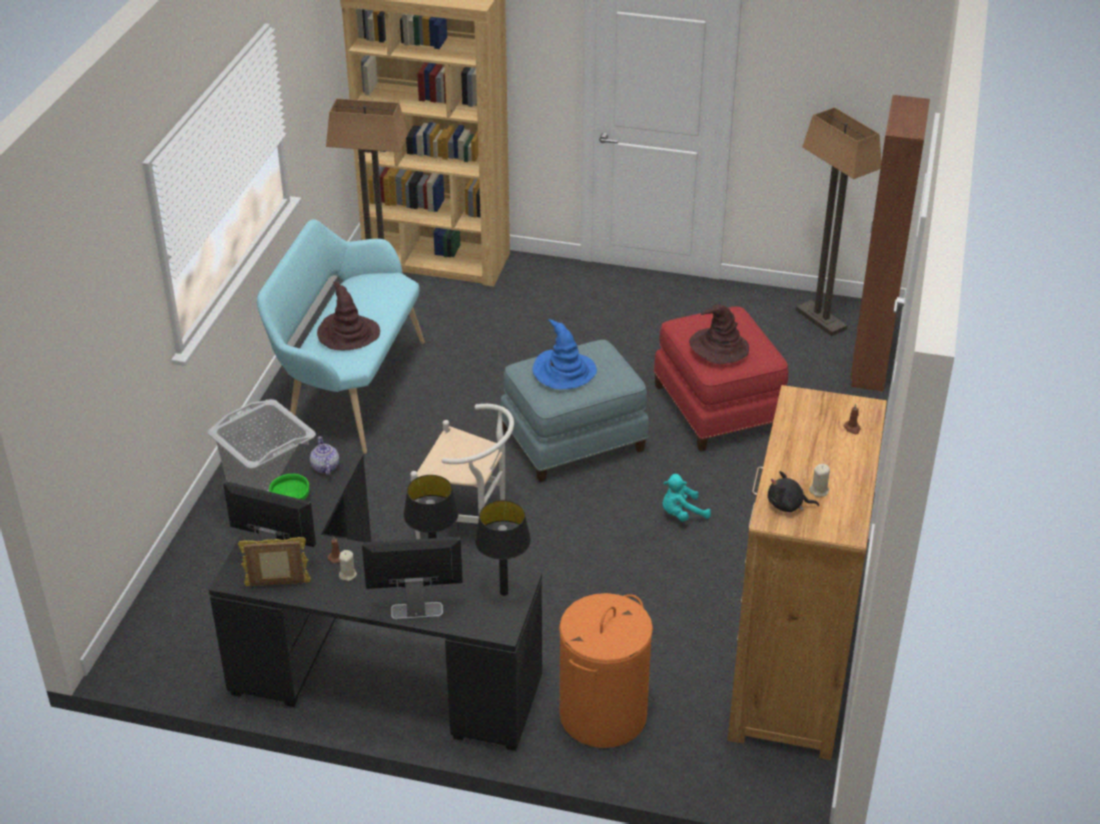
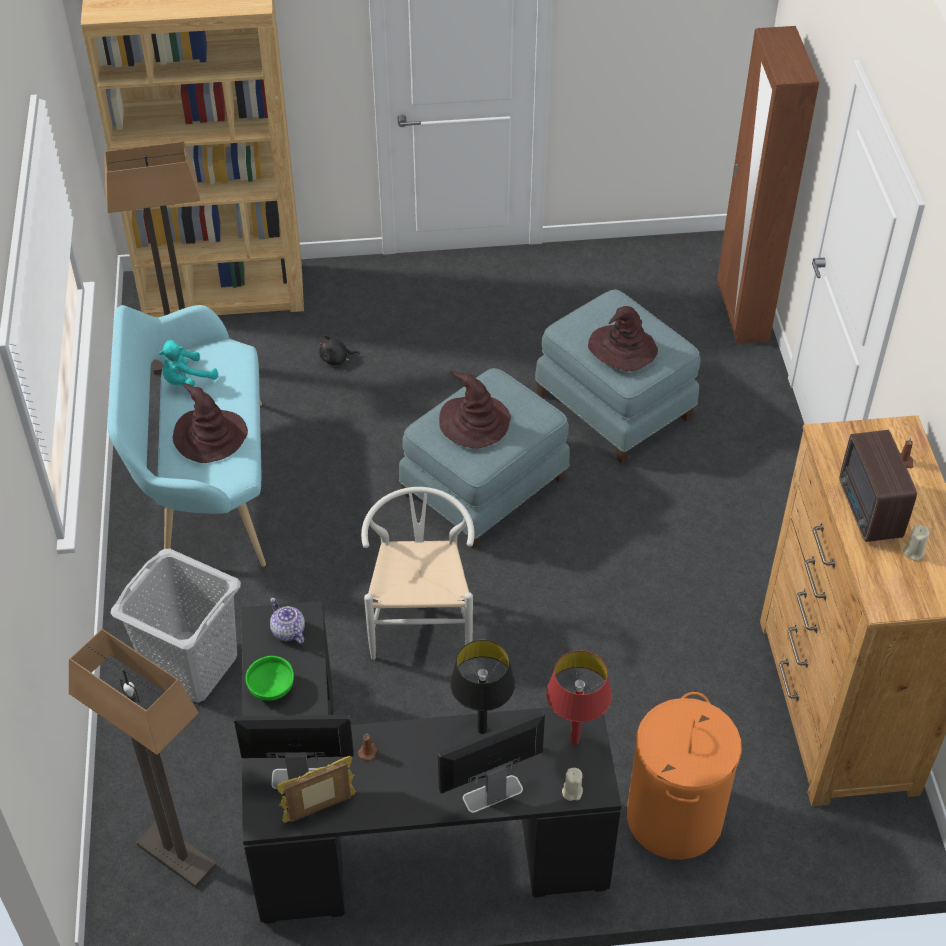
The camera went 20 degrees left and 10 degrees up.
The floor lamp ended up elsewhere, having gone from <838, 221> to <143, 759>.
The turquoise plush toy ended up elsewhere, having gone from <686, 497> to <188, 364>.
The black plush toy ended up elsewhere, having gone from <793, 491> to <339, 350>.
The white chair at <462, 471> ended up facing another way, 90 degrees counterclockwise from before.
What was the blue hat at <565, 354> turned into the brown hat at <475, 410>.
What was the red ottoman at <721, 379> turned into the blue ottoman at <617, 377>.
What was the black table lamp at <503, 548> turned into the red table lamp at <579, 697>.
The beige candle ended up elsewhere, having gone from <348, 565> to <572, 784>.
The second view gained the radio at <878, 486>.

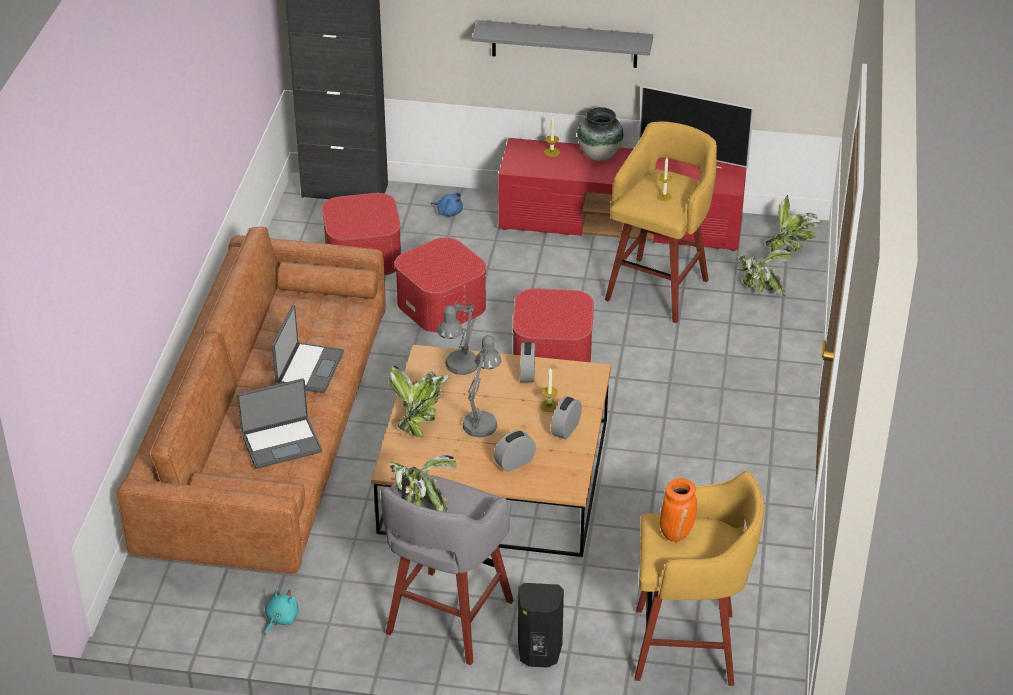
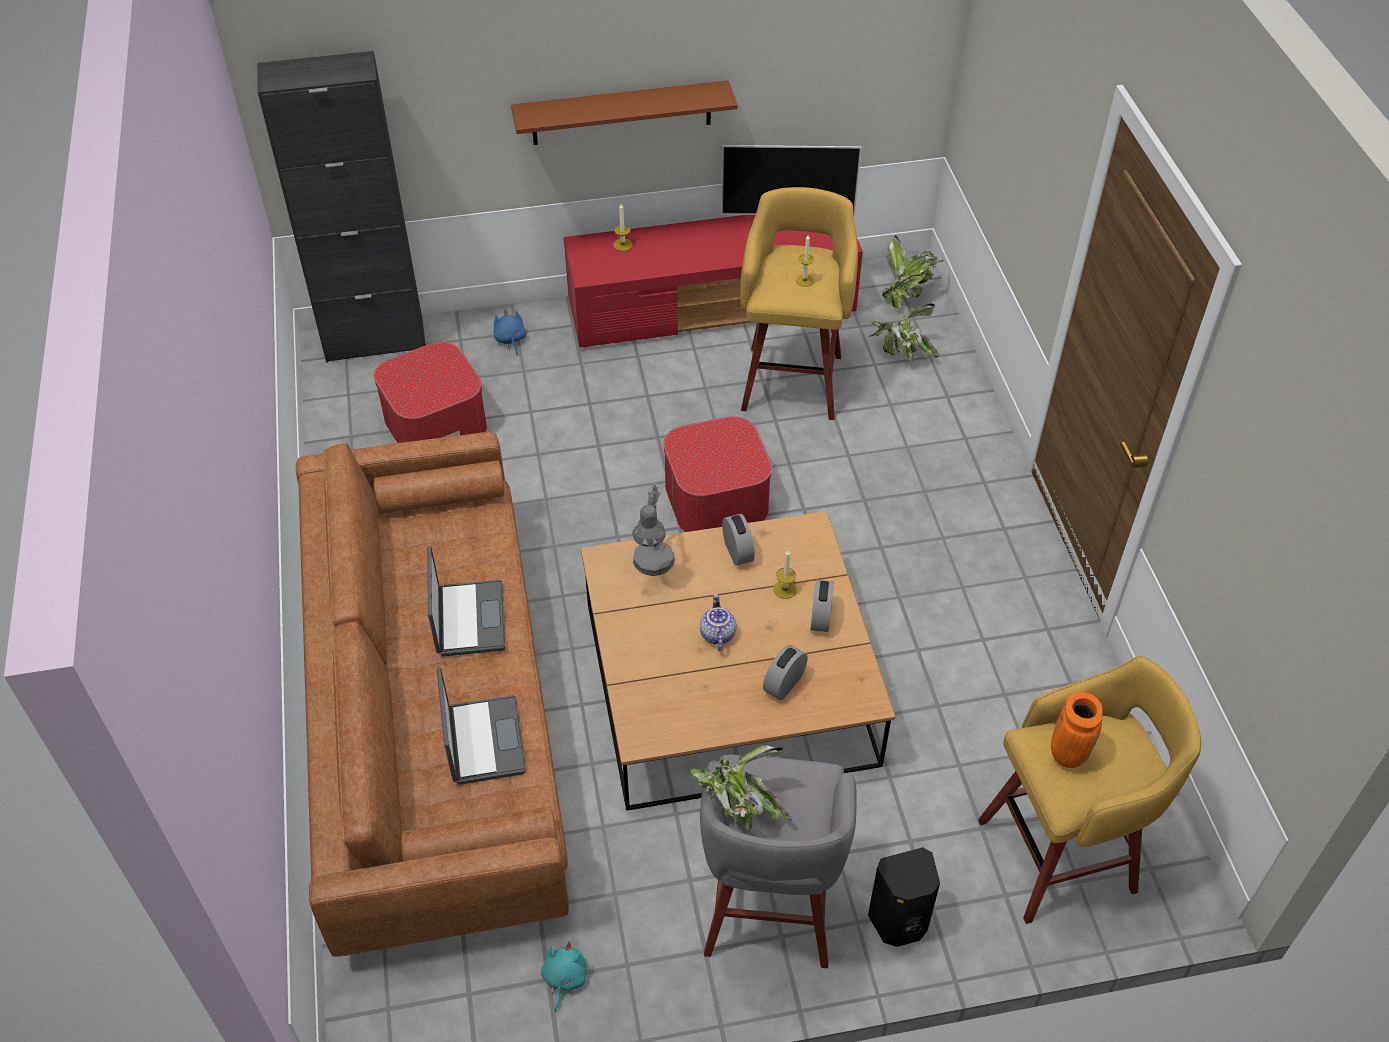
The camera went 20 degrees left and 10 degrees up.
The laptop at <279, 423> ended up facing another way, 60 degrees counterclockwise from before.
The blue plush toy at <447, 204> ended up facing another way, 120 degrees counterclockwise from before.
What was the grey shelf at <562, 44> turned into the brown shelf at <624, 112>.
Where the grey table lamp stood at <481, 386>, the teapot came to stand at <718, 622>.
The second view lost the potted plant at <418, 401>.
The second view lost the ottoman at <441, 285>.
The second view lost the vase at <600, 134>.

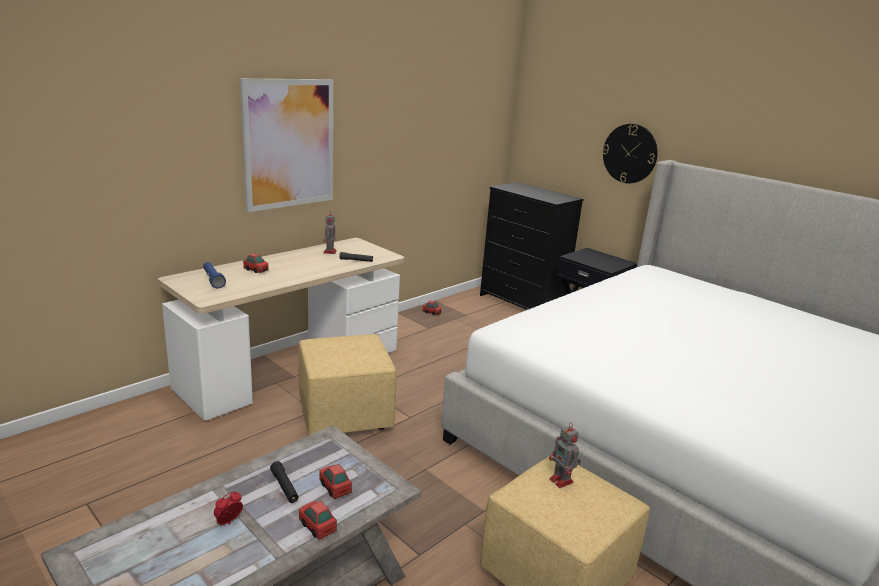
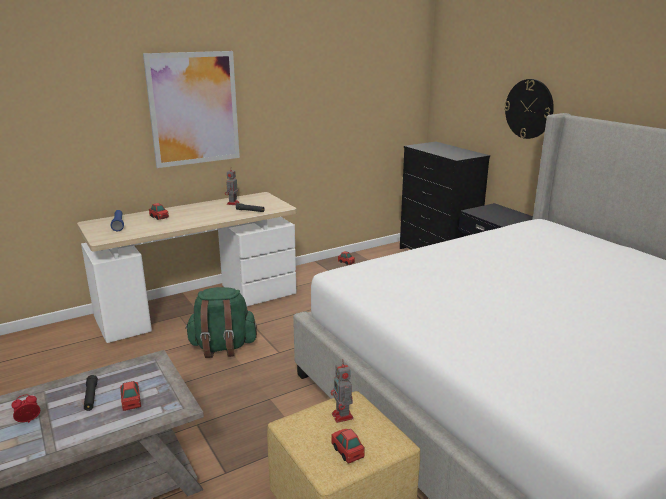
The camera went 15 degrees right and 0 degrees up.
Where the yellow ottoman stood at <347, 385>, the green backpack came to stand at <221, 322>.
The toy car ended up elsewhere, having gone from <318, 520> to <348, 446>.

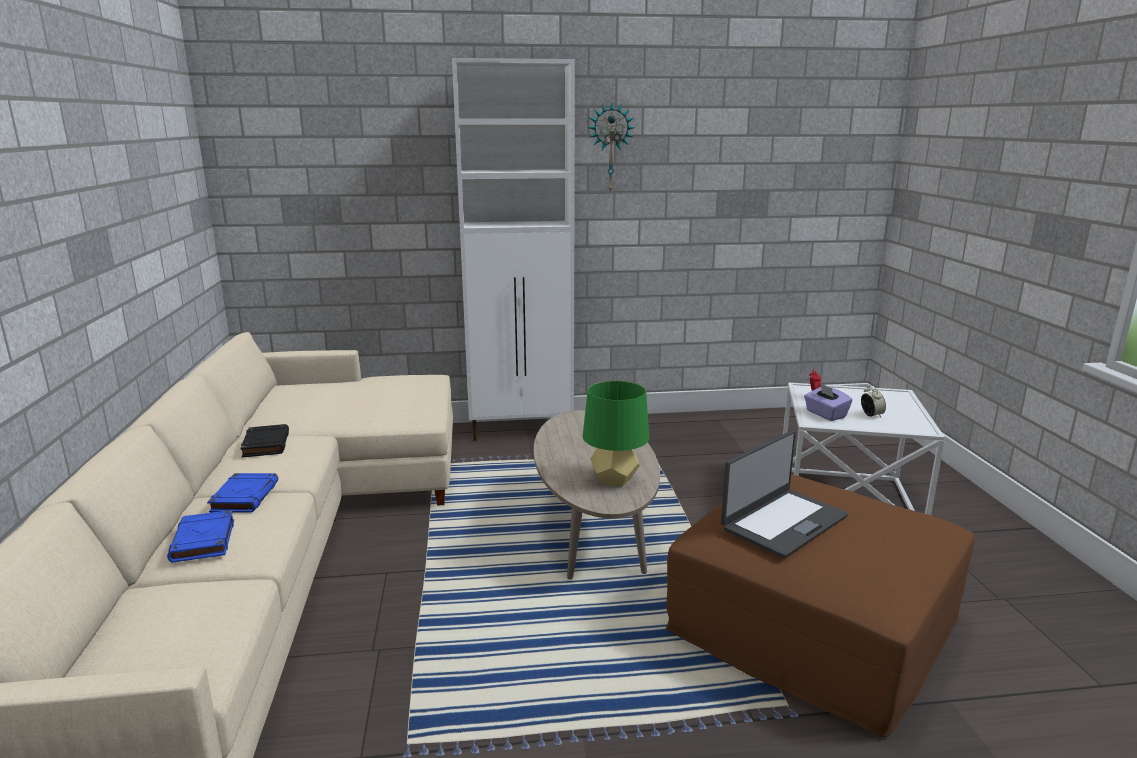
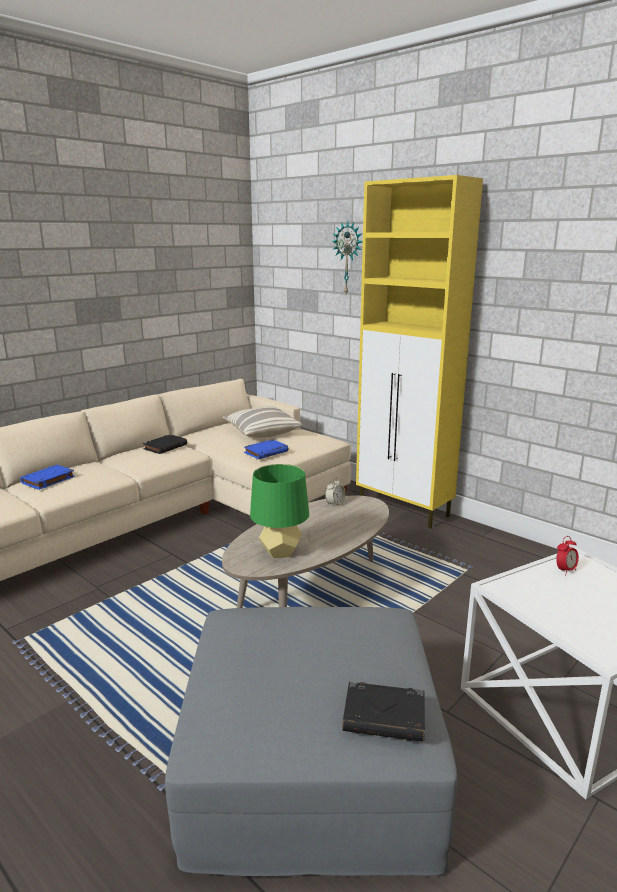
The camera went 50 degrees right and 0 degrees up.
What was the brown ottoman at <820, 605> turned into the grey ottoman at <311, 741>.
The second view gained the pillow at <263, 422>.
The blue book ended up elsewhere, having gone from <242, 492> to <266, 449>.
The alarm clock ended up elsewhere, having gone from <873, 401> to <335, 492>.
The wall clock ended up elsewhere, having gone from <611, 147> to <347, 257>.
The second view gained the black book at <383, 712>.
What was the white cabinet at <513, 249> turned into the yellow cabinet at <419, 352>.
The second view lost the laptop at <784, 494>.
The second view lost the purple tissue box at <828, 402>.

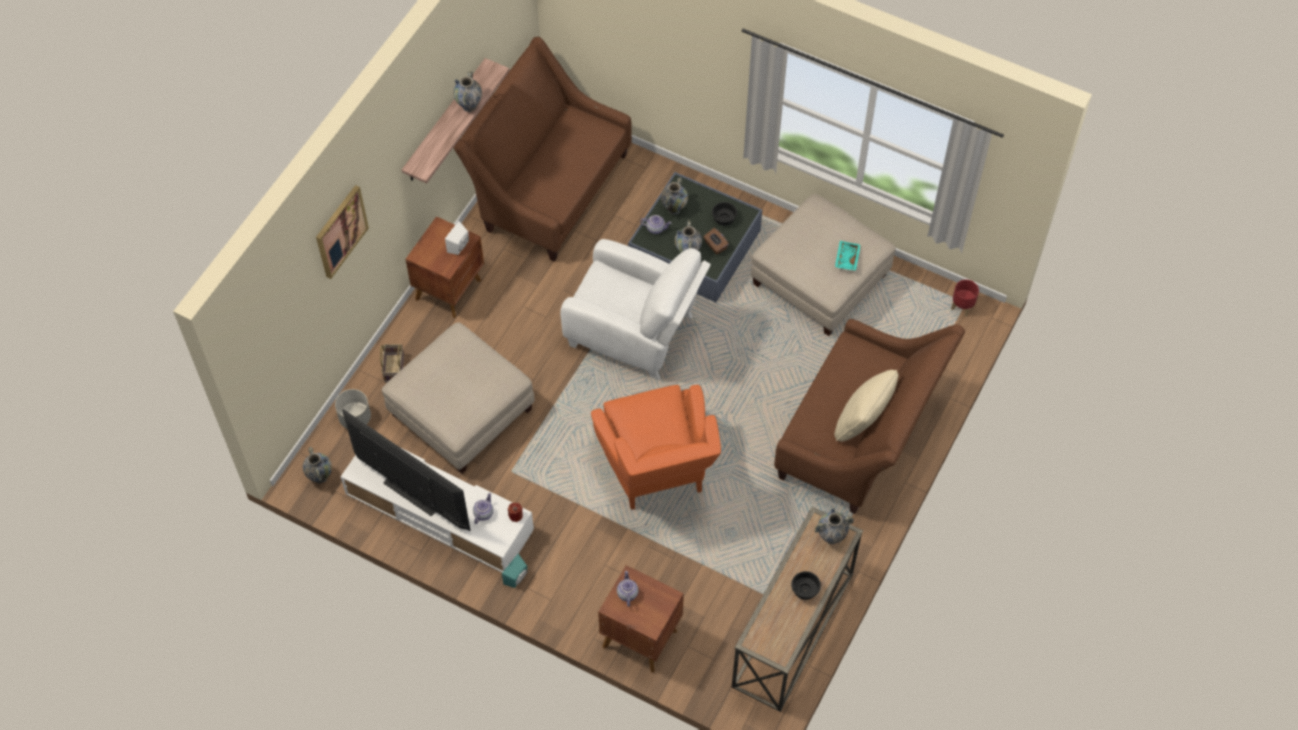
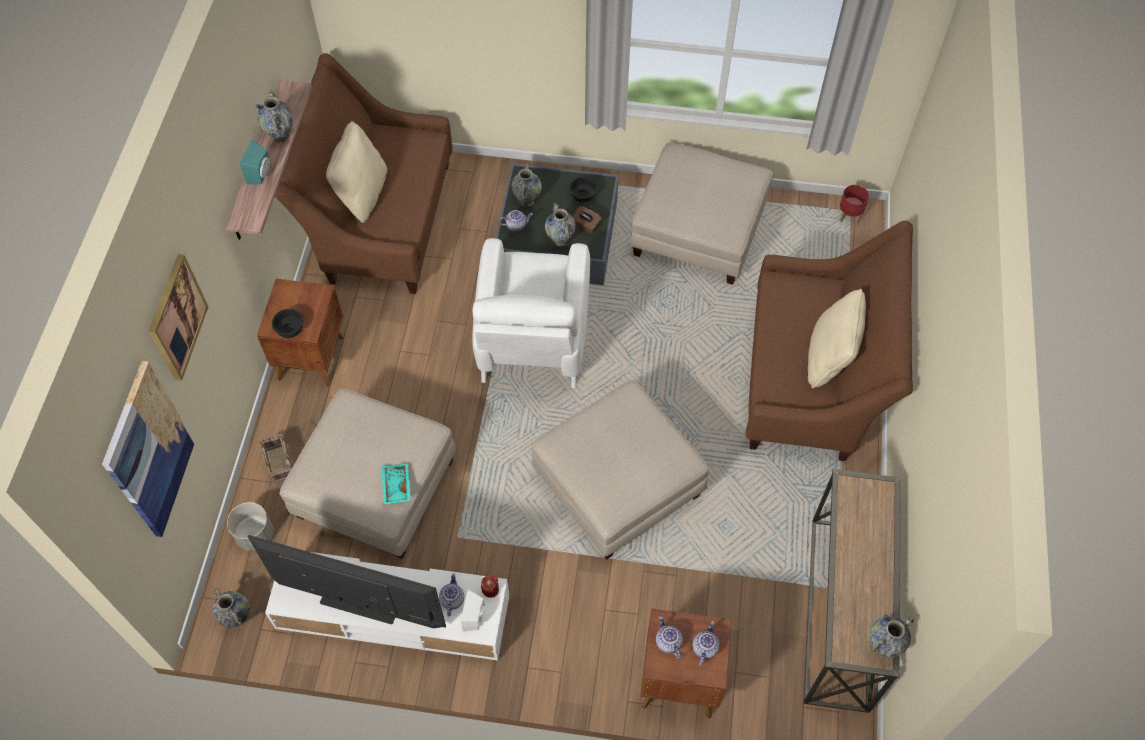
The camera went 20 degrees left and 0 degrees up.
The second view gained the picture at <148, 449>.
The turquoise speaker ended up elsewhere, having gone from <514, 571> to <255, 162>.
The black bowl ended up elsewhere, having gone from <806, 585> to <287, 323>.
The second view gained the beige pillow at <356, 172>.
The turquoise tray ended up elsewhere, having gone from <848, 256> to <396, 483>.
The white speaker ended up elsewhere, having gone from <457, 238> to <473, 610>.
The white armchair at <635, 309> ended up facing another way, 90 degrees clockwise from before.
Where the orange armchair stood at <656, 447>, the beige ottoman came to stand at <620, 470>.
The second view gained the teapot at <706, 643>.
The vase ended up elsewhere, having gone from <834, 526> to <891, 635>.

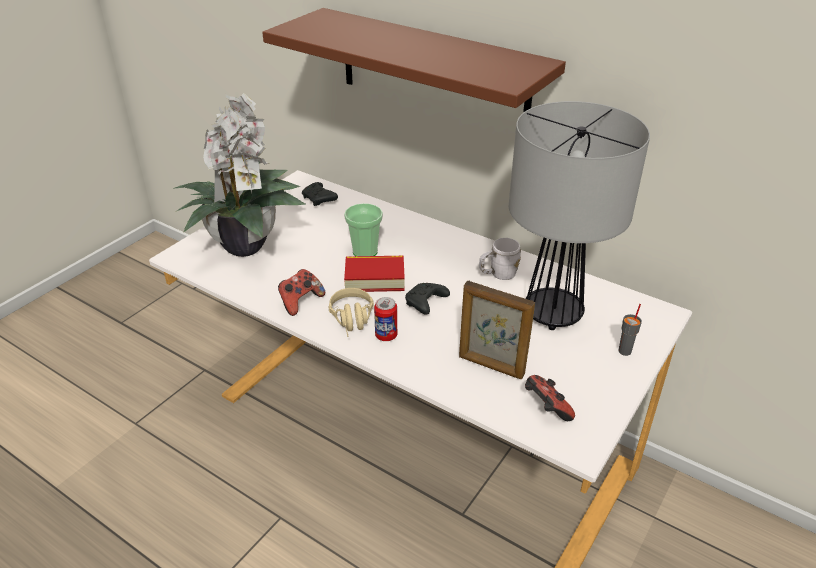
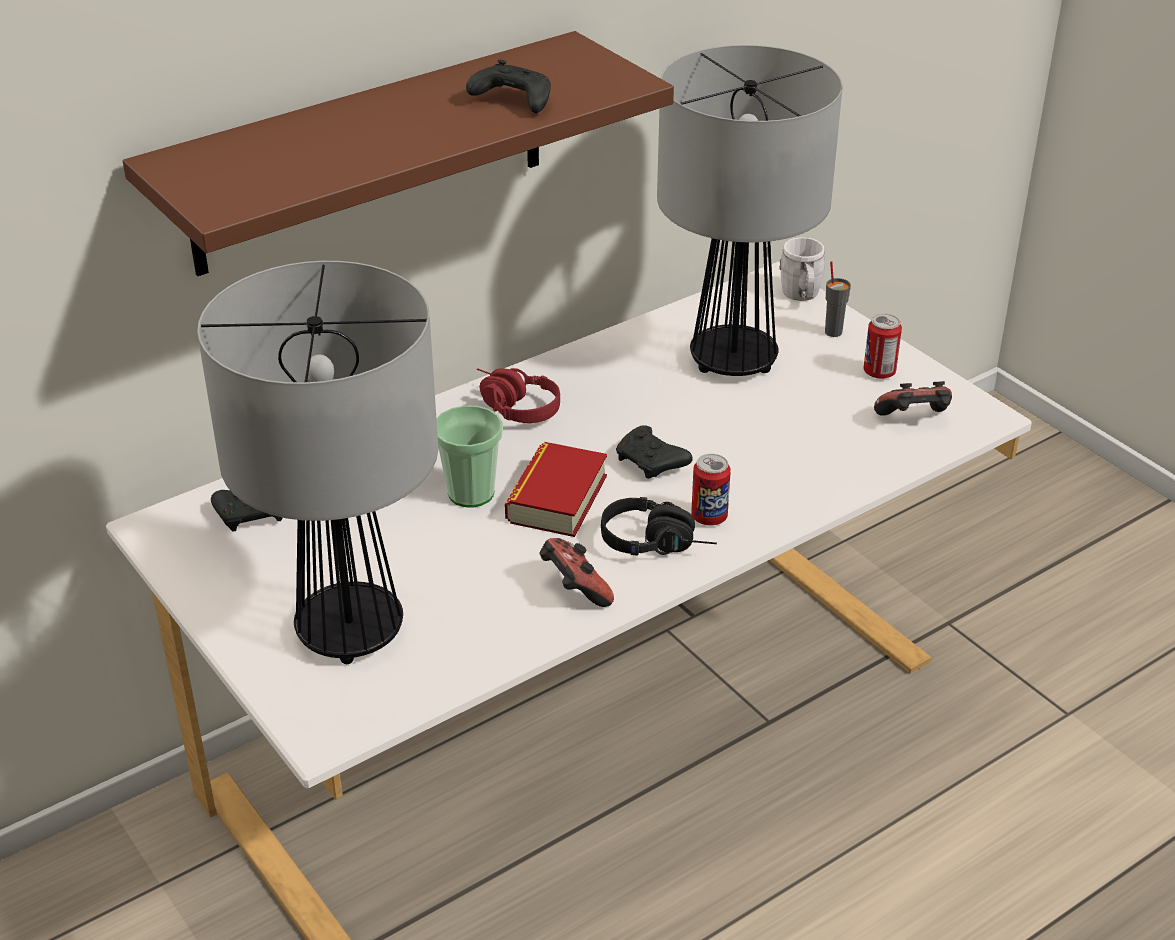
The camera went 70 degrees left and 0 degrees up.
Where the potted plant stood at <240, 175>, the table lamp came to stand at <317, 462>.
The second view gained the black game controller at <508, 86>.
The second view gained the red headphones at <518, 395>.
What was the beige headphones at <351, 312> turned into the black headphones at <659, 526>.
The white mug ended up elsewhere, having gone from <500, 259> to <802, 269>.
The second view gained the can at <883, 346>.
The second view lost the picture frame at <497, 330>.

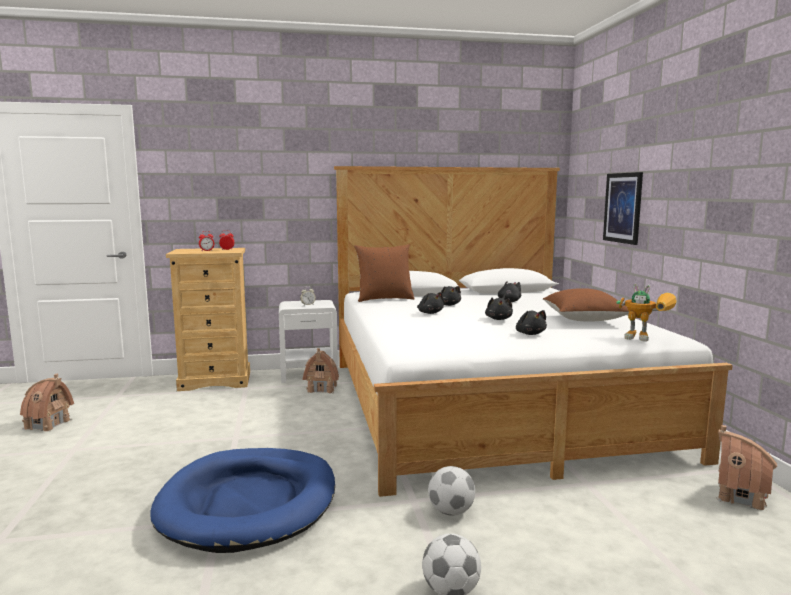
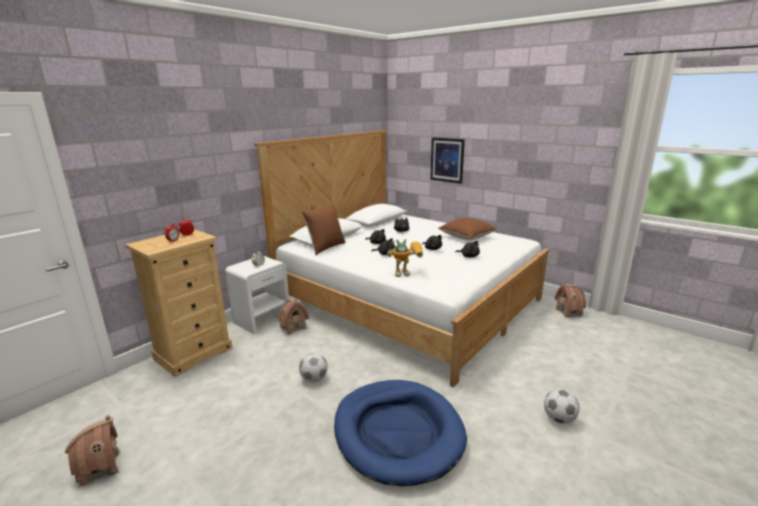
The camera went 40 degrees left and 10 degrees up.
The football ended up elsewhere, having gone from <451, 491> to <313, 367>.
The toy robot ended up elsewhere, having gone from <646, 313> to <405, 258>.

